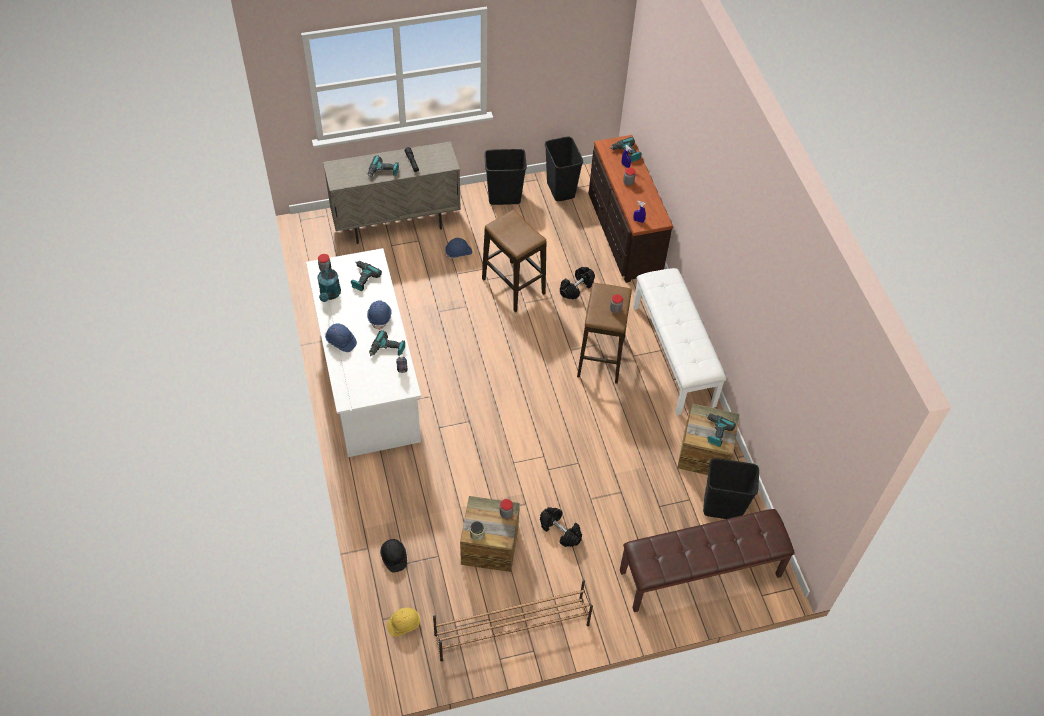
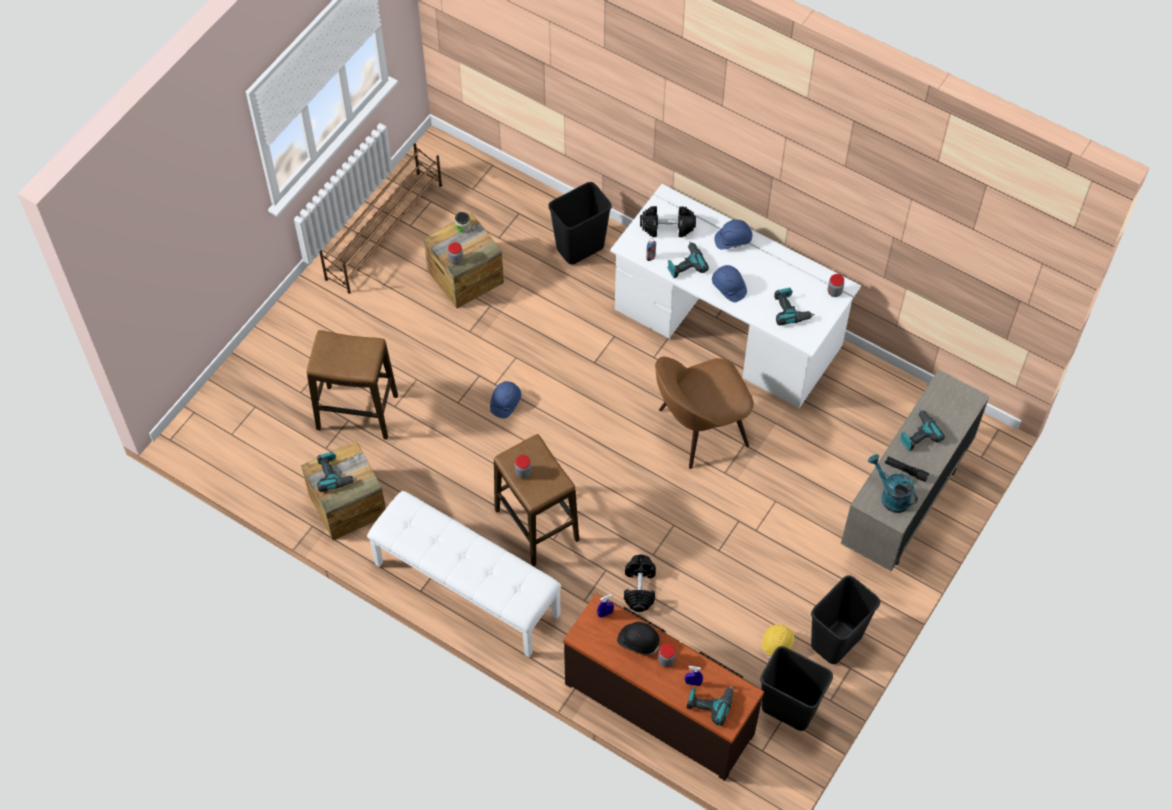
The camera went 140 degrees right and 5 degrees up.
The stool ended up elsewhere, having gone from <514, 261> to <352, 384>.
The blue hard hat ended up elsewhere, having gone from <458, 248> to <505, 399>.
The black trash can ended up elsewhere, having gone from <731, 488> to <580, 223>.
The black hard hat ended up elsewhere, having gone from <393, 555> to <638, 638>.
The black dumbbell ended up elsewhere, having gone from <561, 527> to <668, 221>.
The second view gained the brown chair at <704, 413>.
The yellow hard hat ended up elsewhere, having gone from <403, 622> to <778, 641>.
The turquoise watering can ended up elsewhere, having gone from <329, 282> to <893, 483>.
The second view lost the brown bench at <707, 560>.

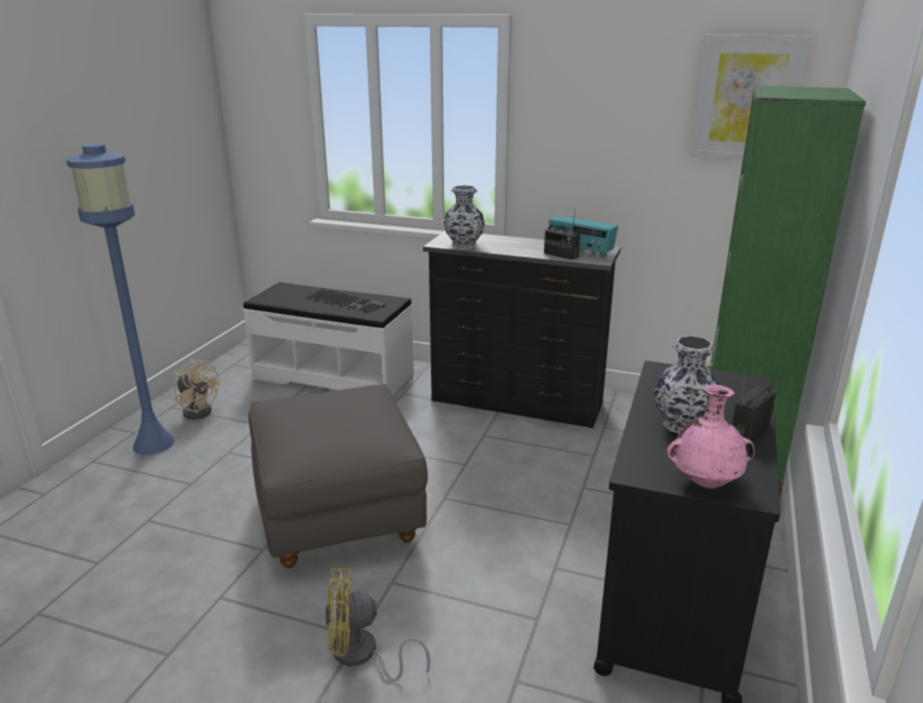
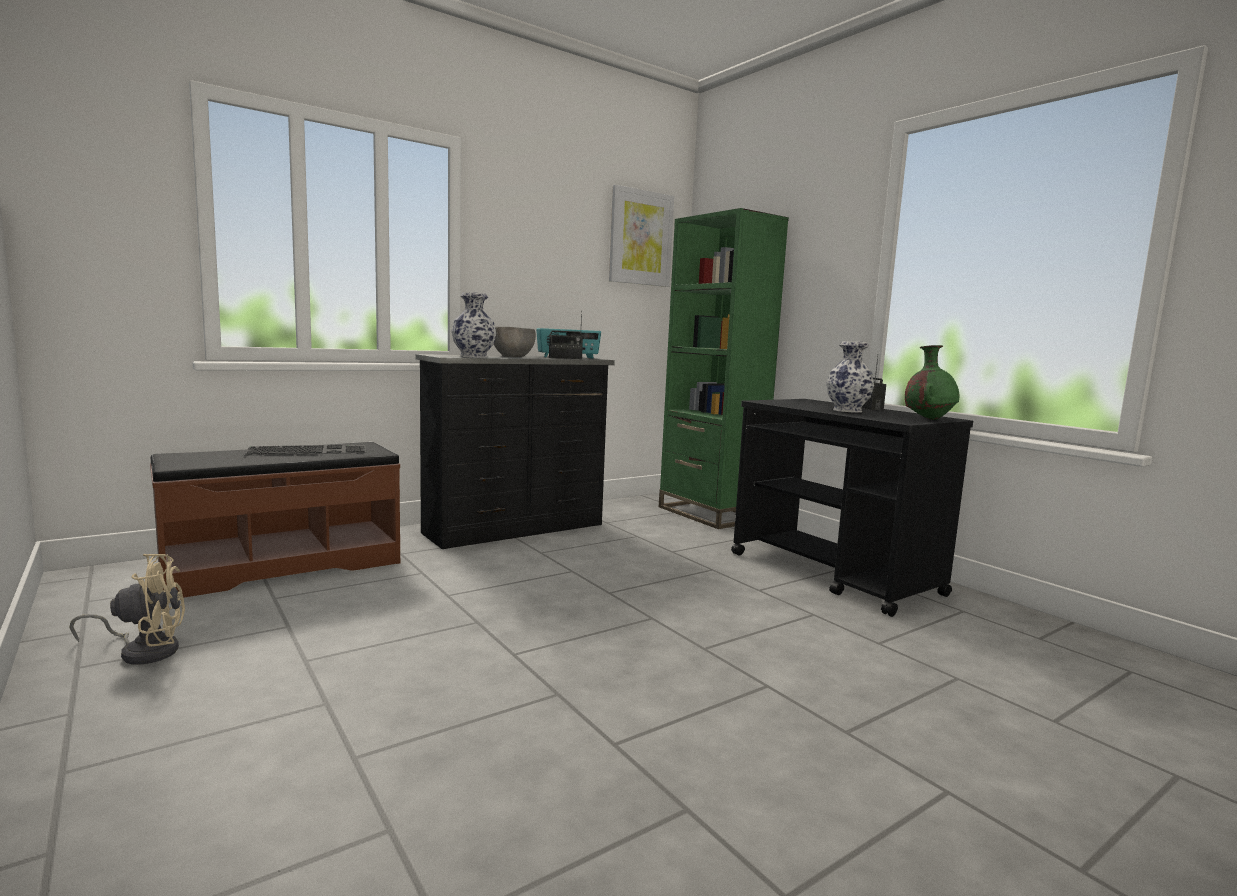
The camera went 55 degrees left and 15 degrees down.
What was the white bench at <328, 339> turned into the brown bench at <275, 520>.
The second view gained the grey bowl at <515, 342>.
What was the pink vase at <711, 437> turned into the green vase at <932, 382>.
The second view lost the blue floor lamp at <120, 299>.
The second view lost the grey ottoman at <338, 476>.
The second view lost the yellow fan at <377, 625>.

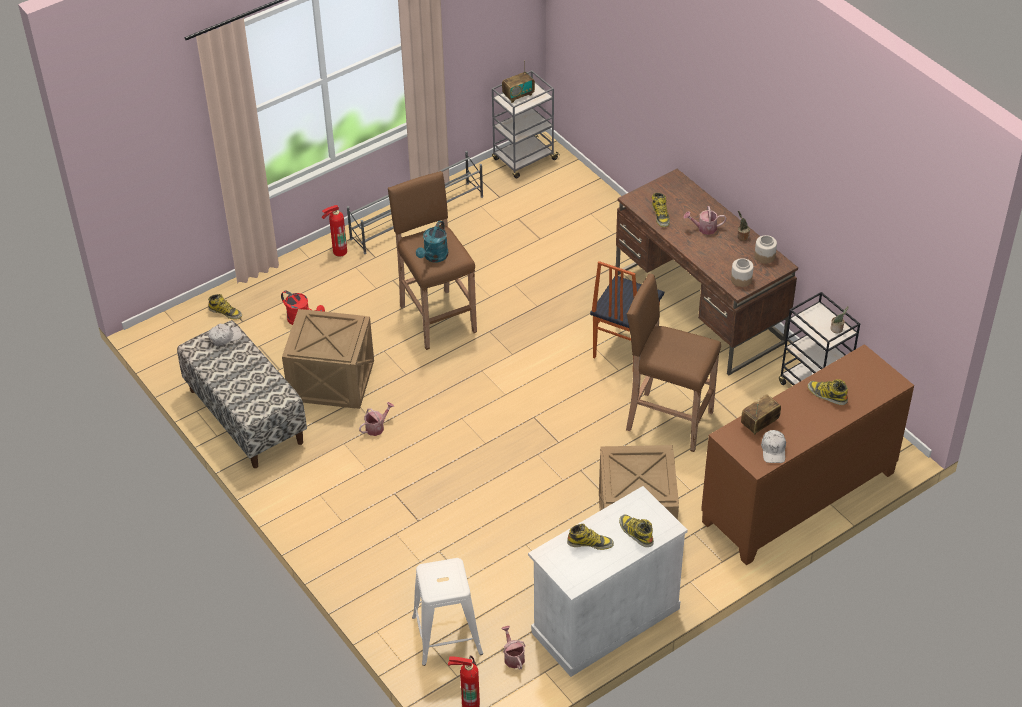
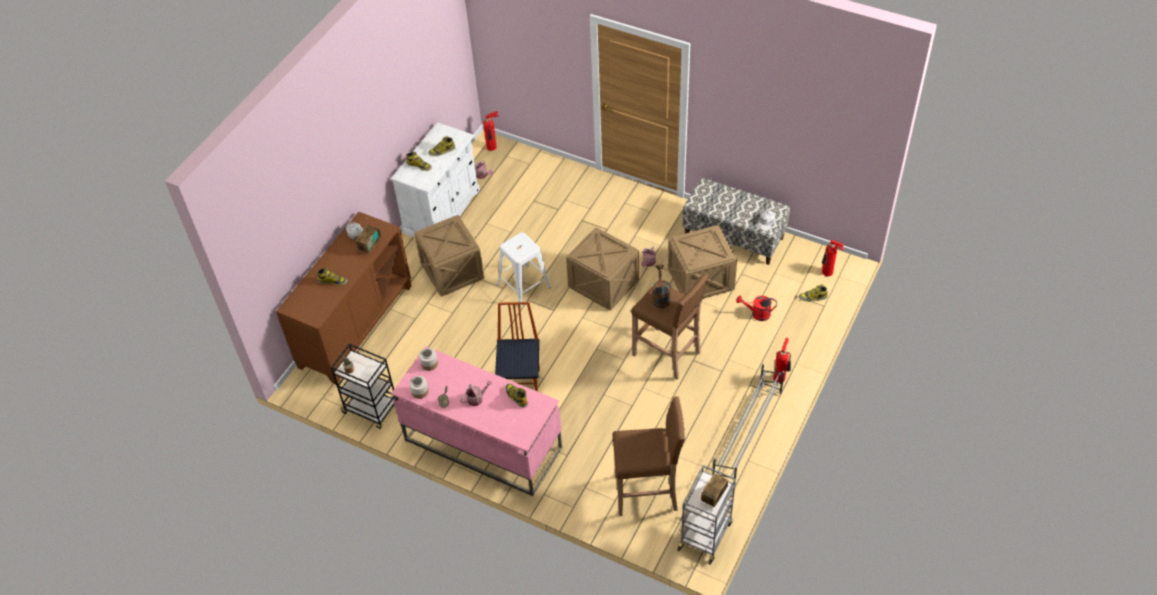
The camera went 155 degrees right and 5 degrees up.
What was the brown desk at <707, 272> turned into the pink desk at <476, 421>.
The white stool ended up elsewhere, having gone from <447, 612> to <524, 269>.
The second view gained the crate at <602, 269>.
The brown stool ended up elsewhere, having gone from <673, 363> to <648, 456>.
What was the turquoise watering can at <432, 241> turned into the brown watering can at <661, 286>.
The second view gained the fire extinguisher at <833, 258>.

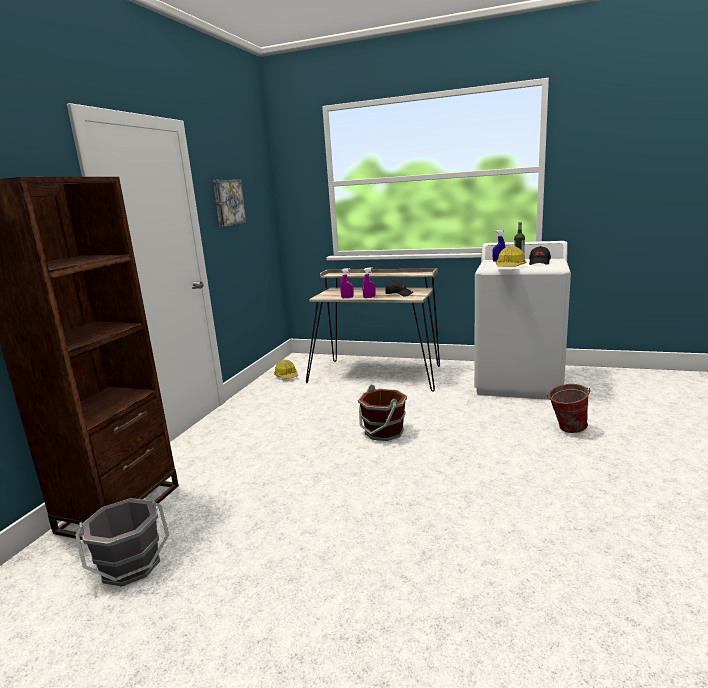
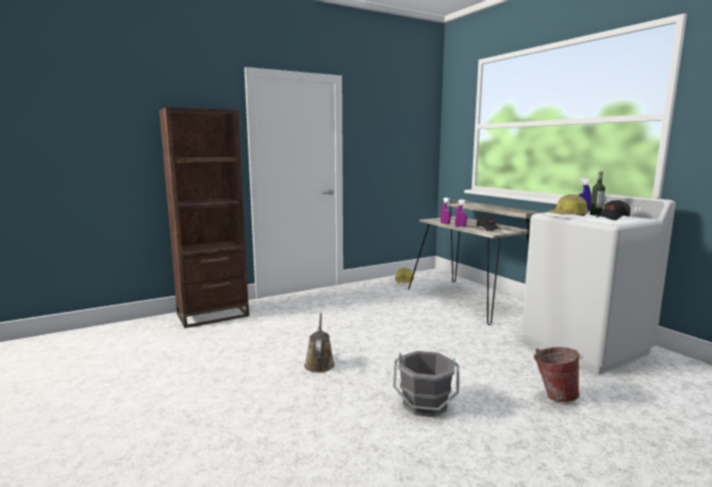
The camera went 40 degrees right and 5 degrees down.
The second view gained the brown watering can at <319, 343>.
The grey bucket ended up elsewhere, having gone from <122, 542> to <426, 384>.
The second view lost the picture at <230, 203>.
The second view lost the brown bucket at <382, 412>.

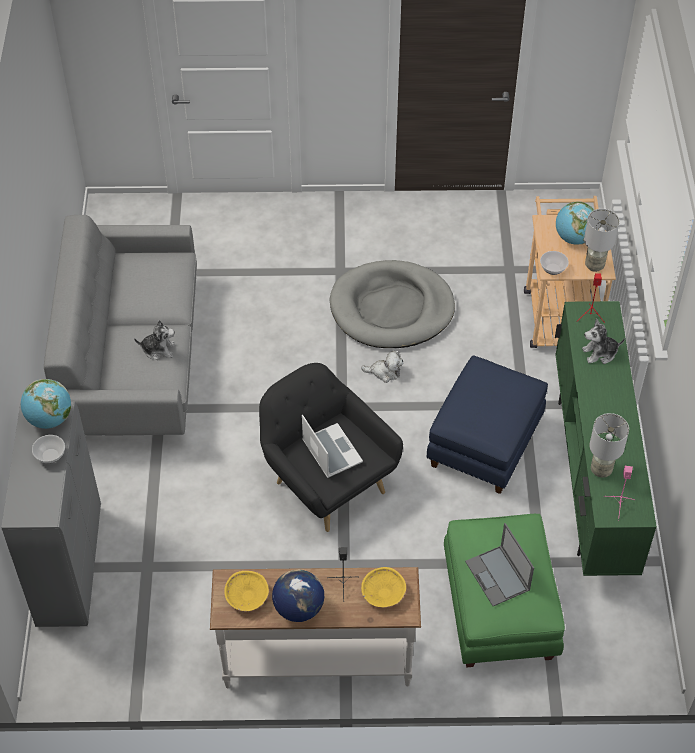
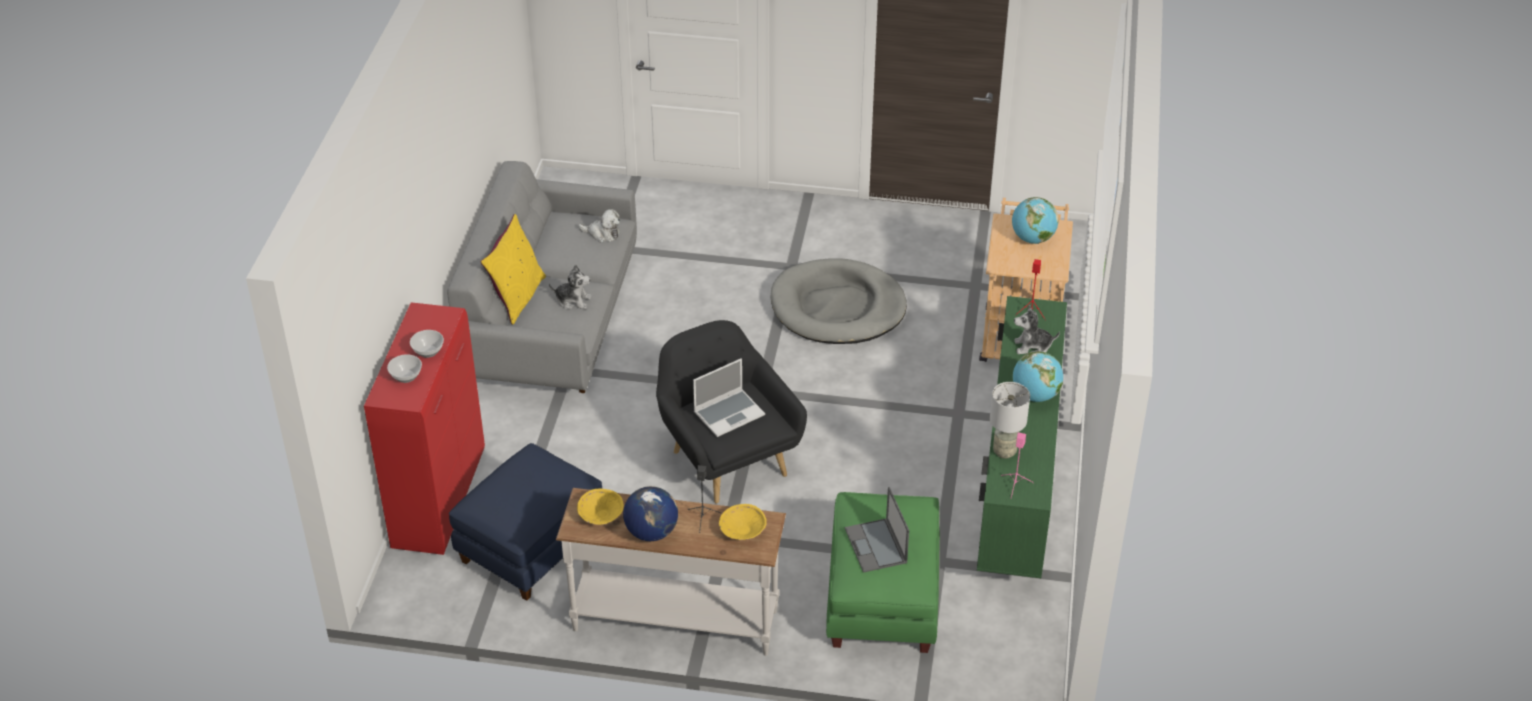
The camera went 10 degrees right and 10 degrees down.
What was the grey cabinet at <51, 514> turned into the red cabinet at <424, 428>.
The bowl ended up elsewhere, having gone from <554, 263> to <404, 368>.
The blue ottoman ended up elsewhere, having gone from <487, 425> to <525, 522>.
The second view gained the yellow pillow at <513, 269>.
The plush toy ended up elsewhere, having gone from <382, 367> to <599, 226>.
The laptop at <332, 446> ended up facing another way, 75 degrees clockwise from before.
The globe ended up elsewhere, having gone from <46, 404> to <1037, 376>.
The second view lost the grey table lamp at <602, 240>.

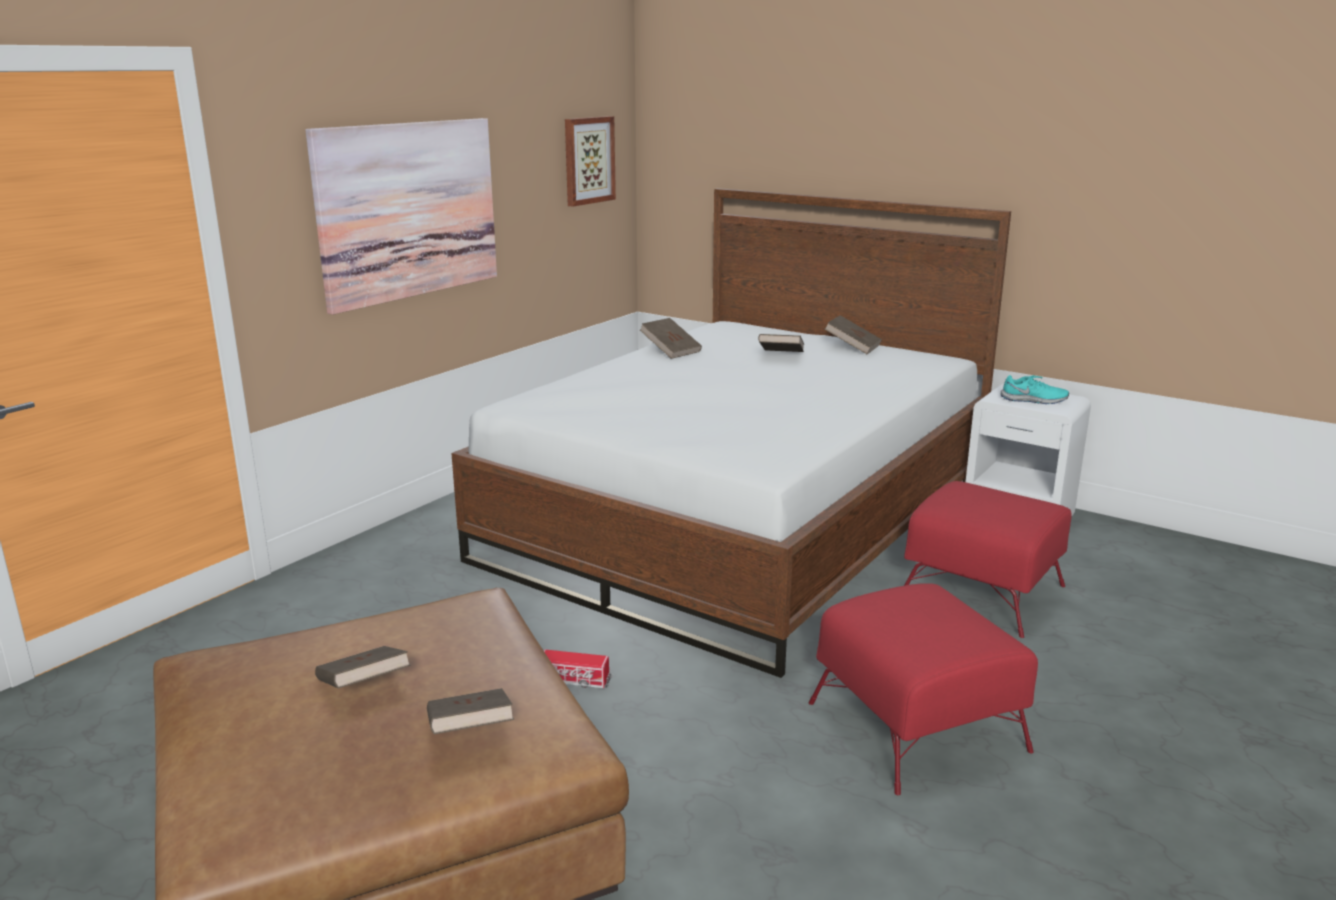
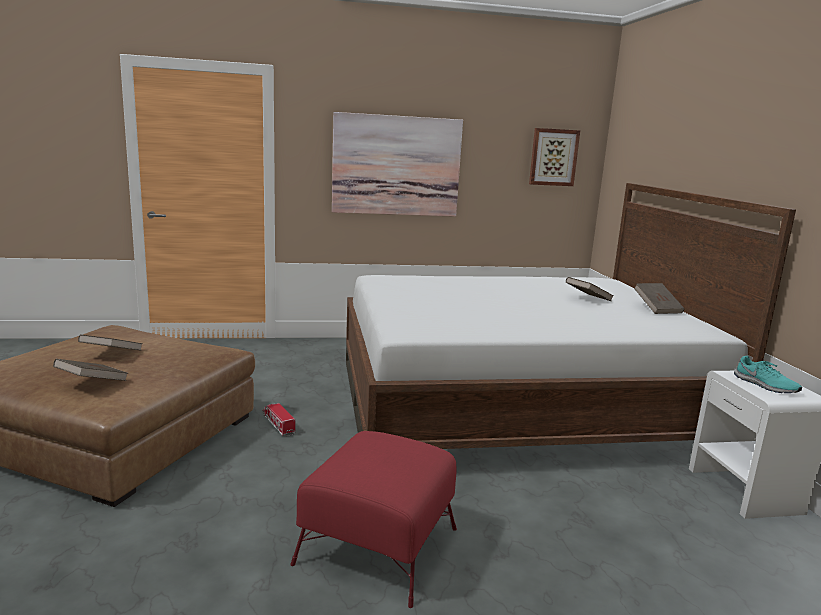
The camera went 45 degrees right and 5 degrees down.
The second view lost the brown book at <671, 338>.
The second view lost the red ottoman at <988, 559>.

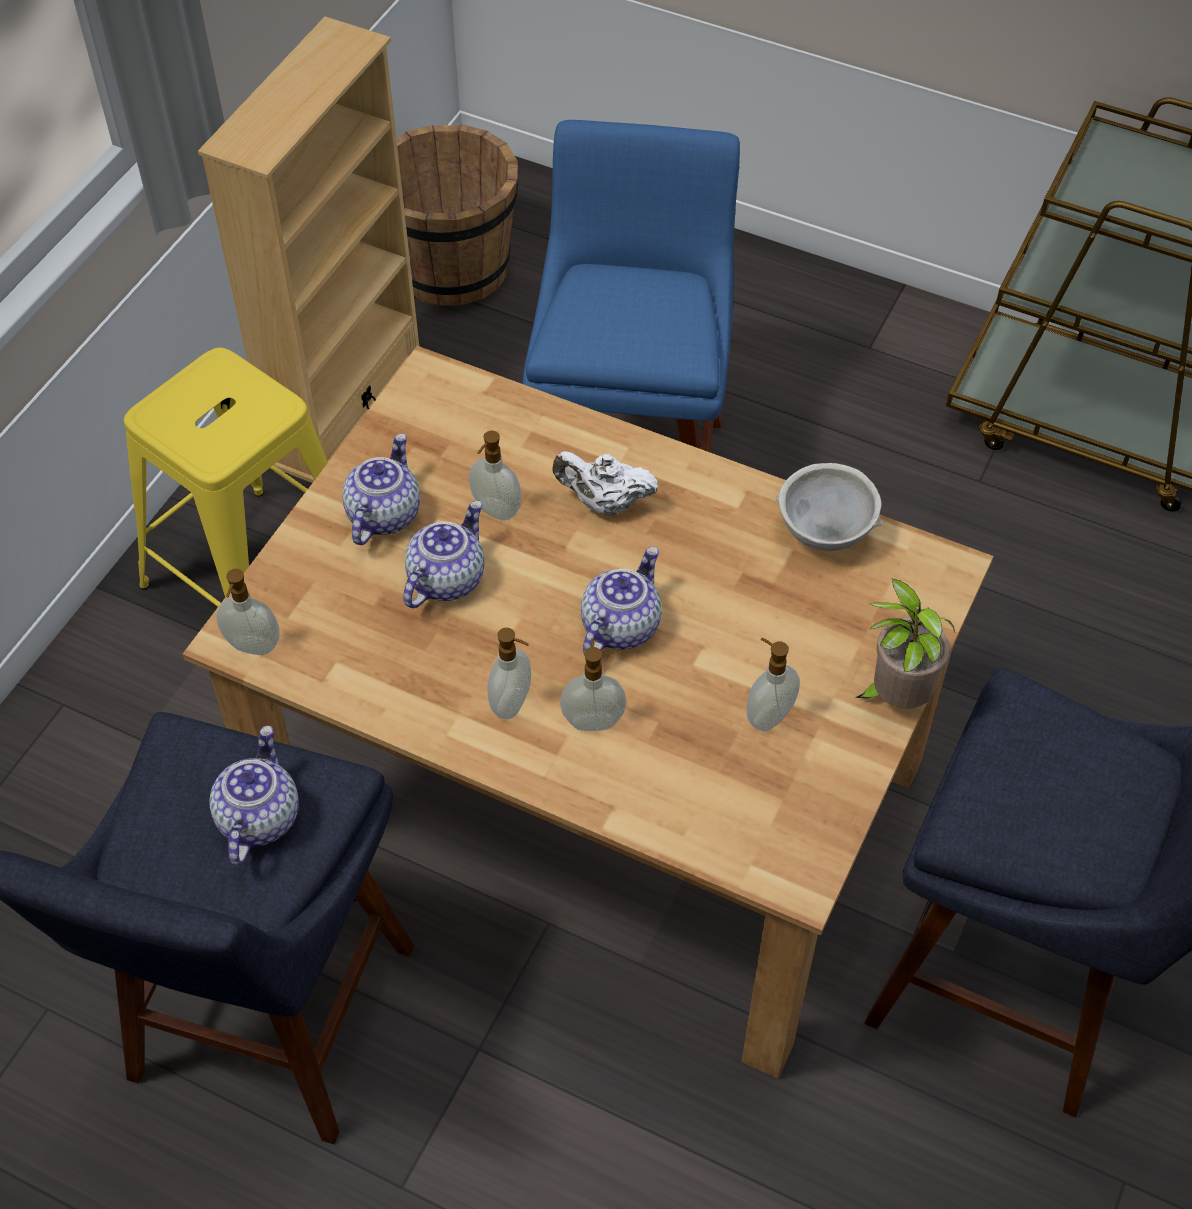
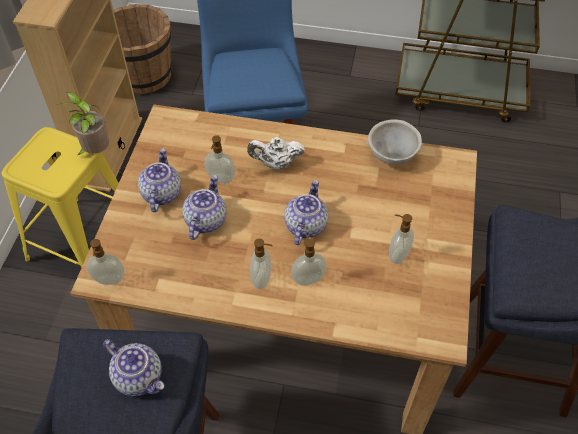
The camera went 15 degrees left and 0 degrees up.
The potted plant ended up elsewhere, having gone from <905, 644> to <83, 123>.
The teapot at <254, 795> ended up facing another way, 135 degrees clockwise from before.

